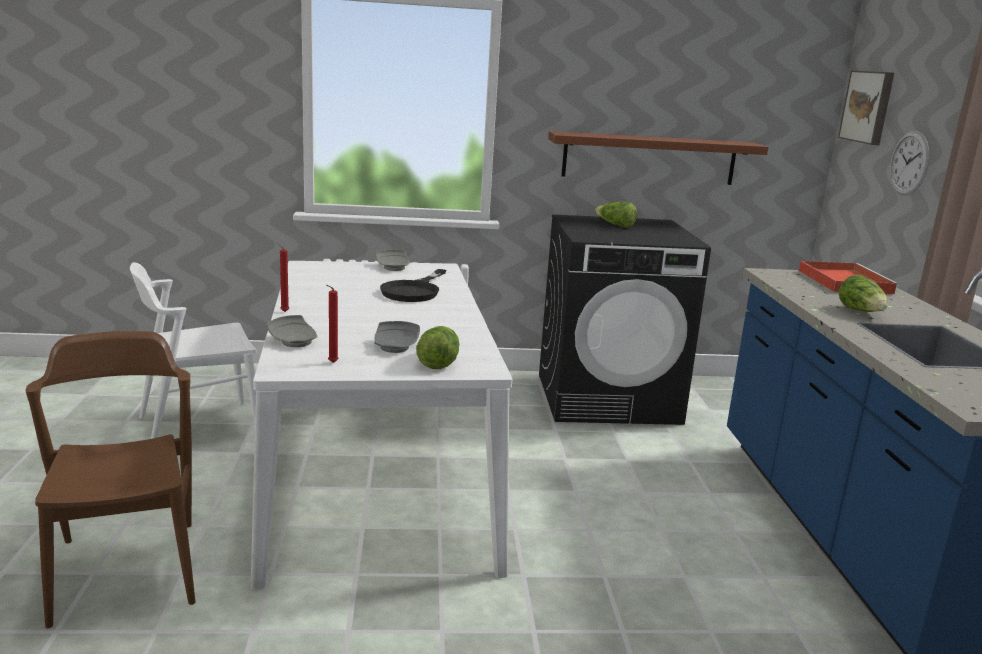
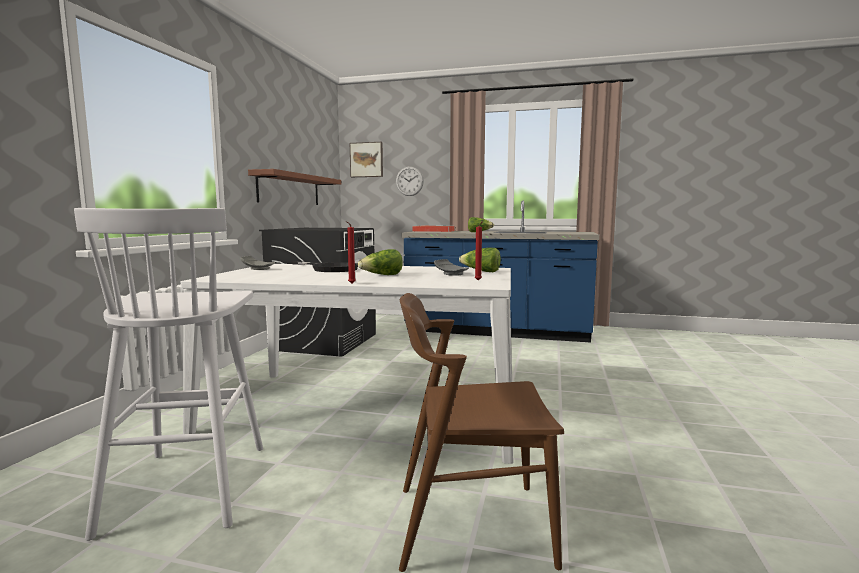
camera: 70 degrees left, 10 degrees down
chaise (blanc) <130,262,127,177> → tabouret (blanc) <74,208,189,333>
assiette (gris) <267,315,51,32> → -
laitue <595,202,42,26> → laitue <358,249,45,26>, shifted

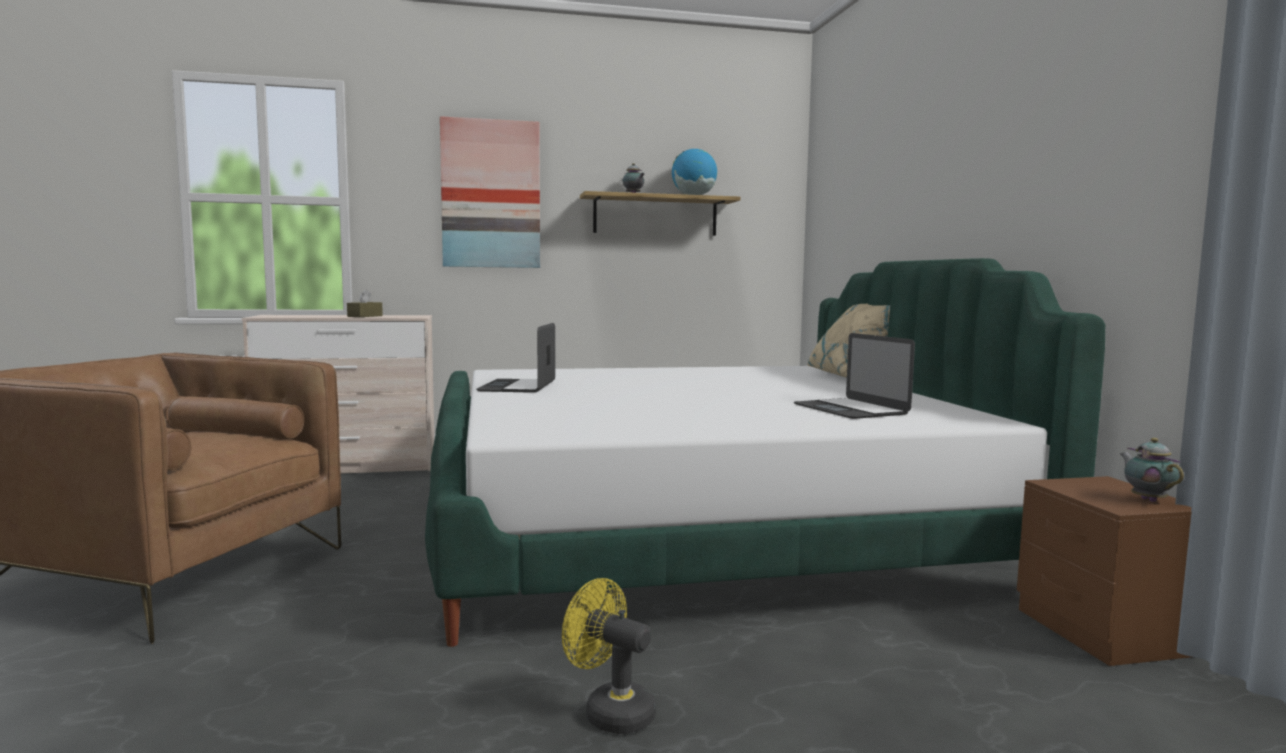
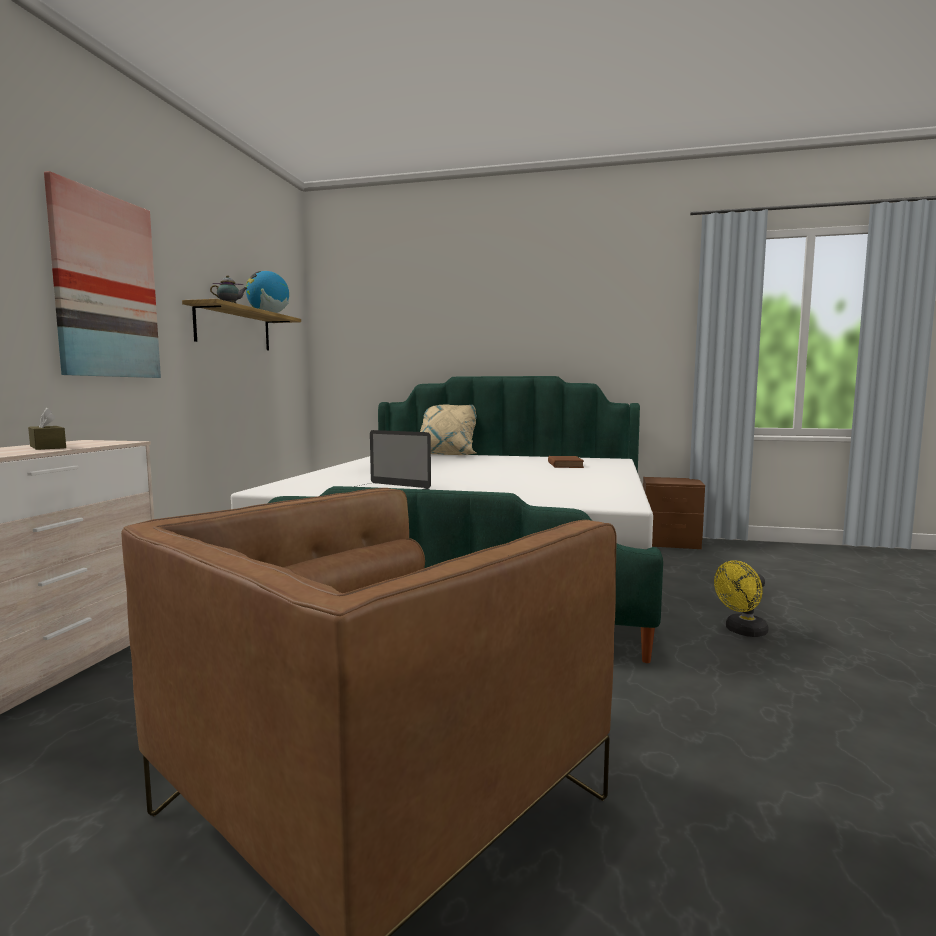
camera: 65 degrees left, 0 degrees up
ordinateur portable <794,333,121,86> → livre (marron) <548,456,36,12>
théière <1120,438,64,64> → -

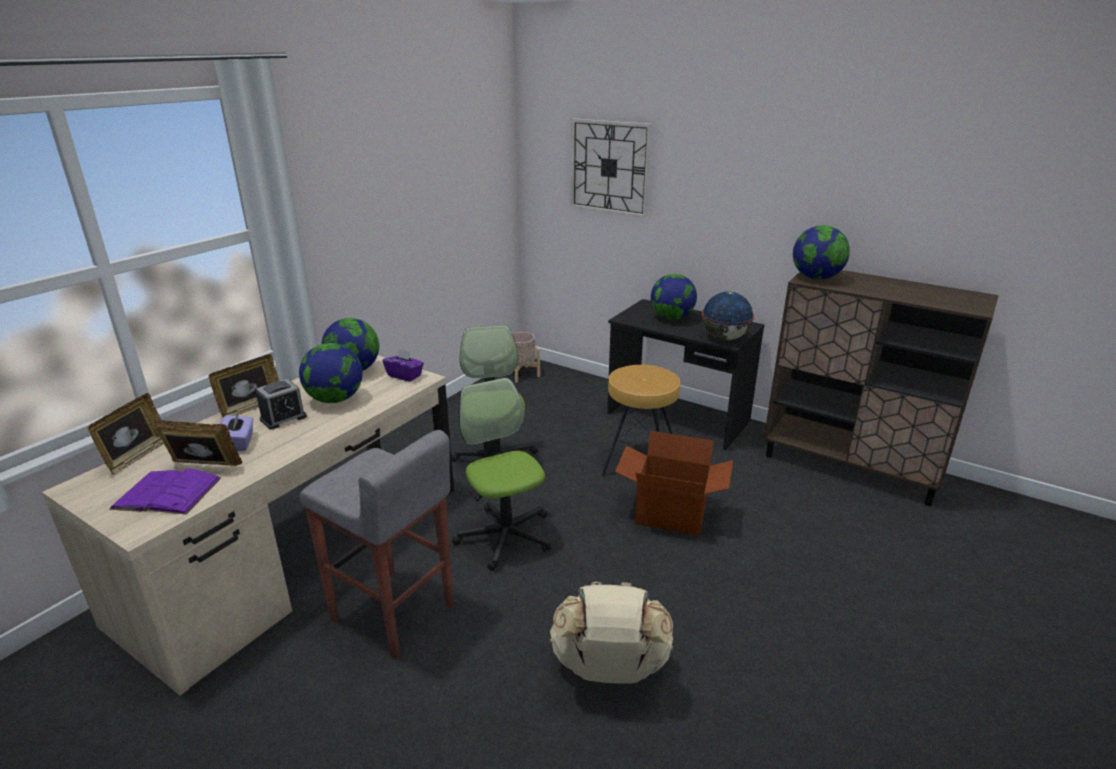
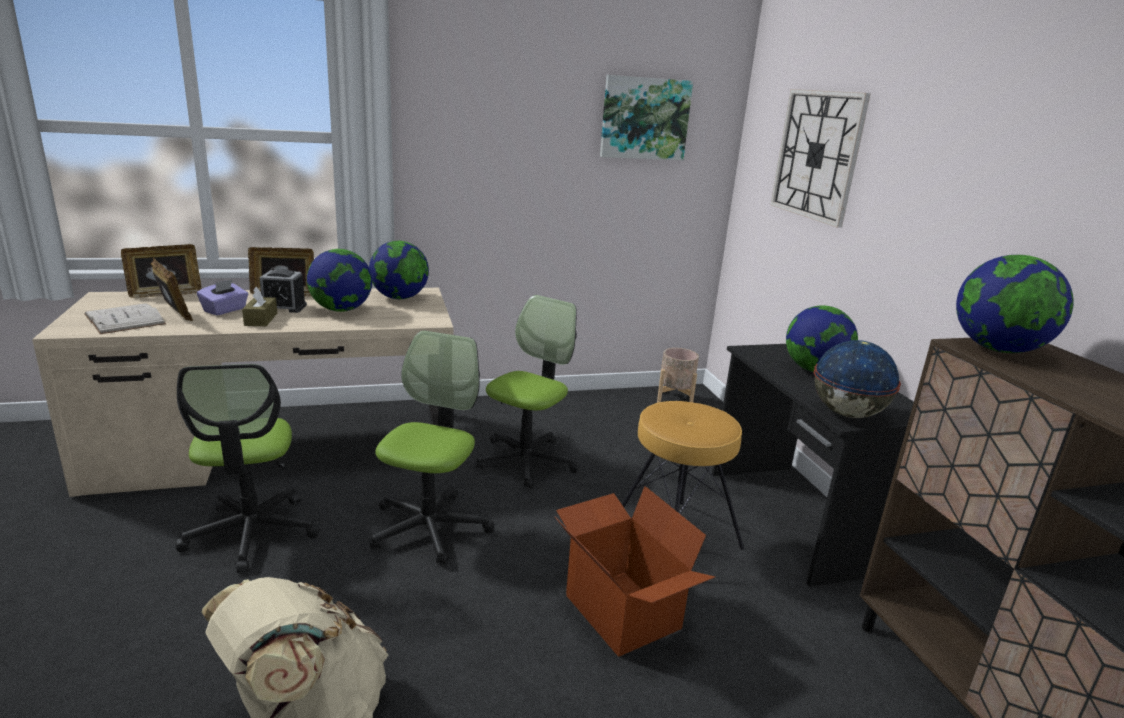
camera: 40 degrees right, 5 degrees down
livre (violet) <109,469,112,46> → livre (blanc) <84,303,82,31>
tabouret (gris) <299,430,155,230> → chaise de bureau <175,364,145,209>
boîte à mouchoirs (violet) <383,348,41,34> → -
- → boîte à mouchoirs (marron) <242,287,35,39>
- → tableau <600,75,93,85>

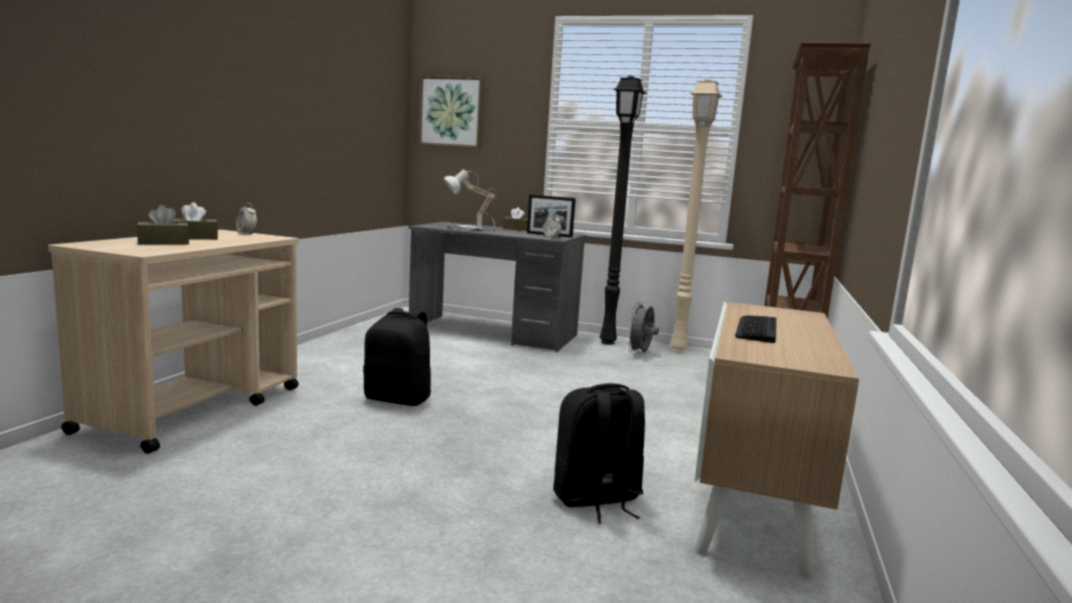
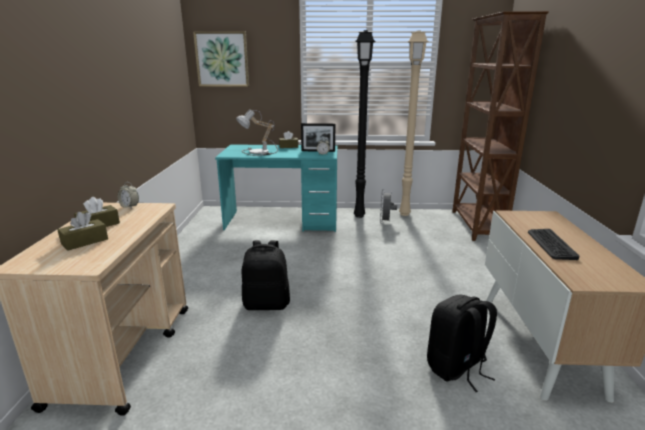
camera: 15 degrees left, 10 degrees up
bureau (gris) <408,222,177,130> → bureau (turquoise) <215,144,122,88>

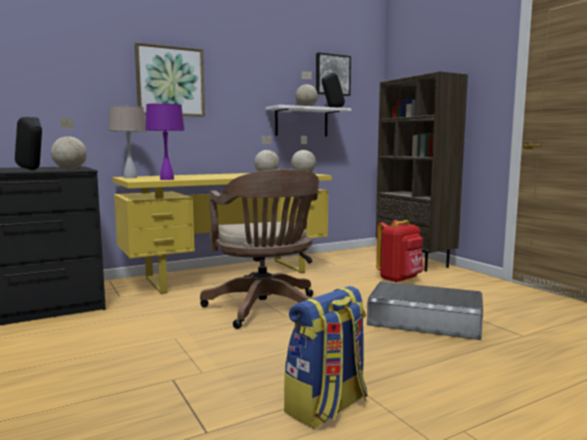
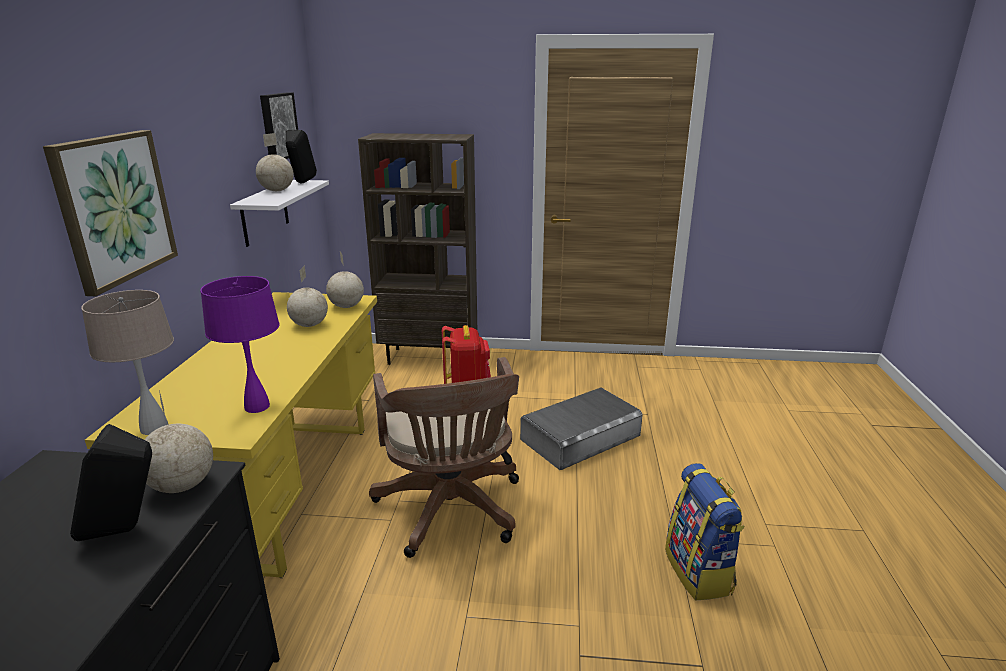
camera: 55 degrees left, 15 degrees up
chaise de bureau (marron) <200,169,119,160> → chaise de bureau (marron) <369,357,150,201>, 60 degrees clockwise

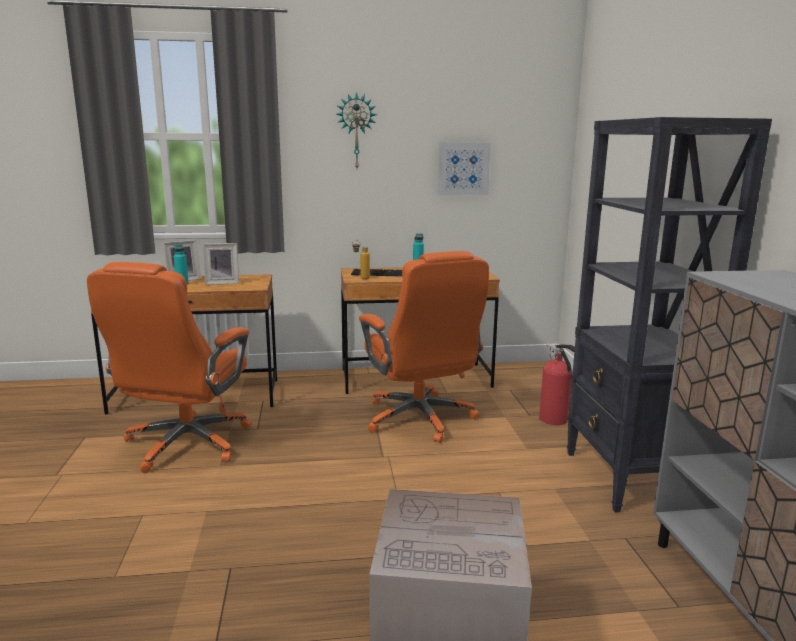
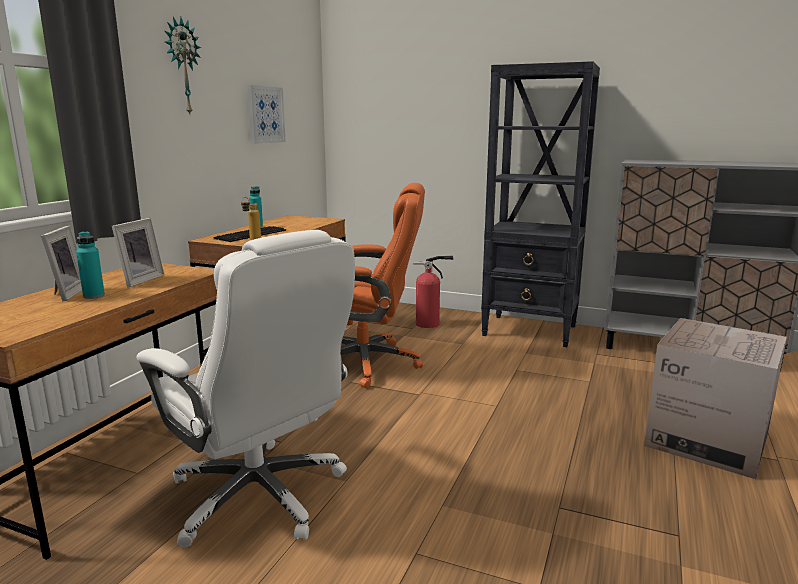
camera: 60 degrees left, 0 degrees up
chaise de bureau (orange) <87,262,165,211> → chaise de bureau (blanc) <137,230,218,317>

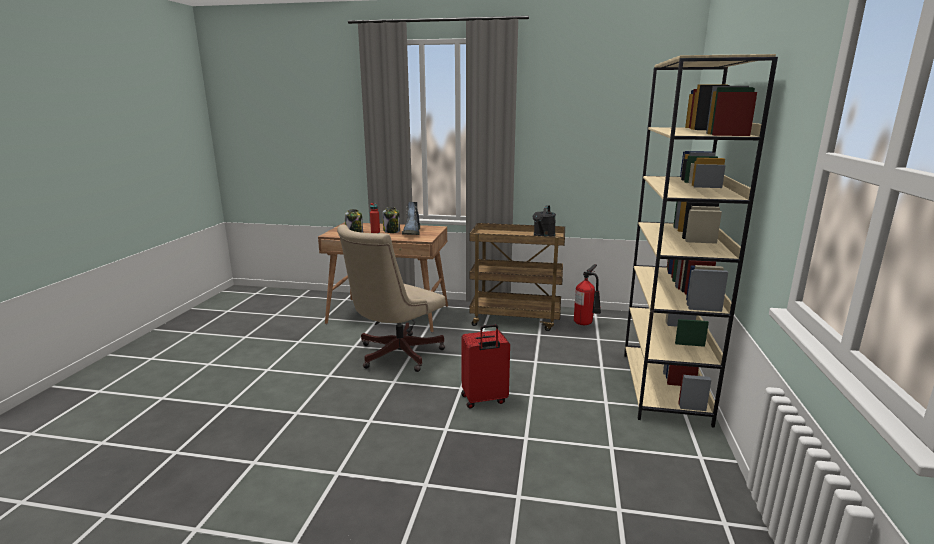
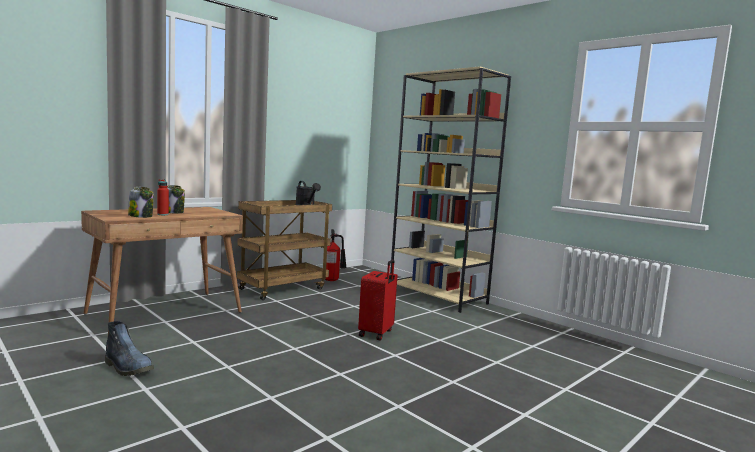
camera: 55 degrees left, 10 degrees down
chaise de bureau (beige) <337,225,109,147> → -
botte <402,202,18,33> → botte <105,321,49,55>, shifted

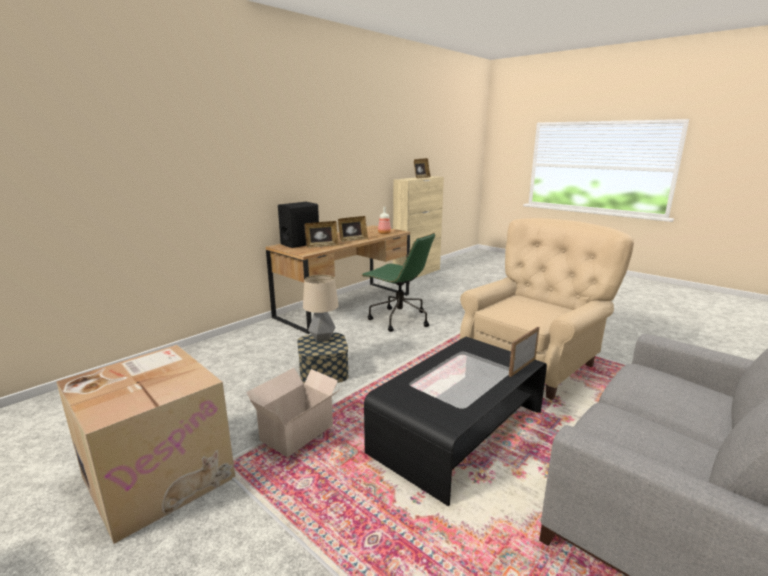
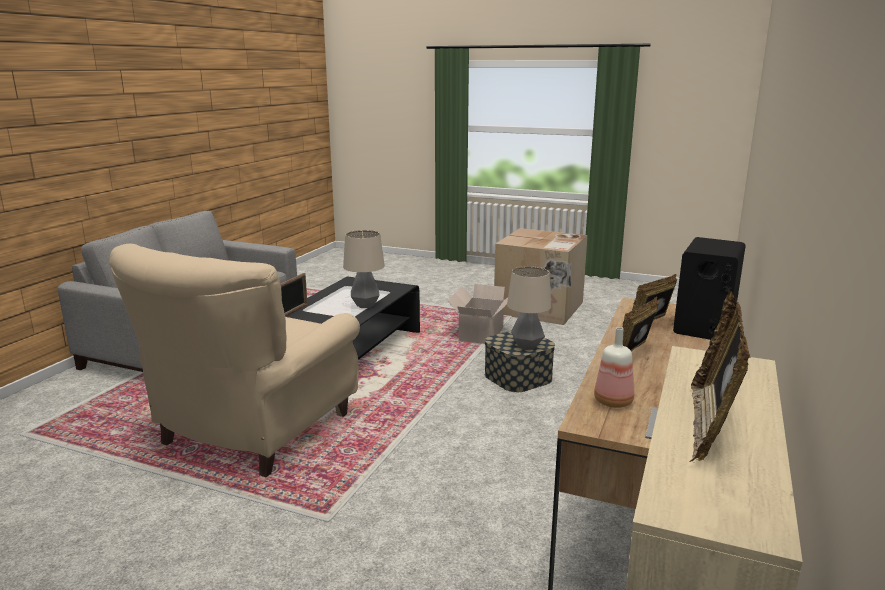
camera: 160 degrees right, 0 degrees up
chaise de bureau (vert) <361,233,74,99> → -
- → lampe de table <343,230,42,78>

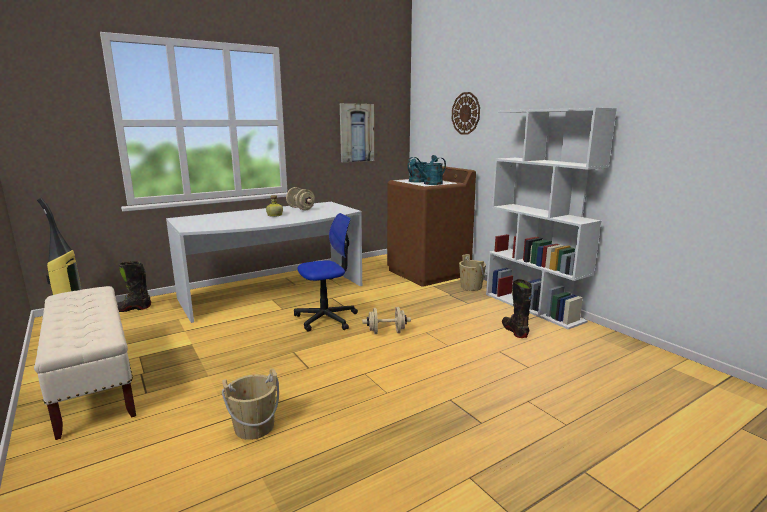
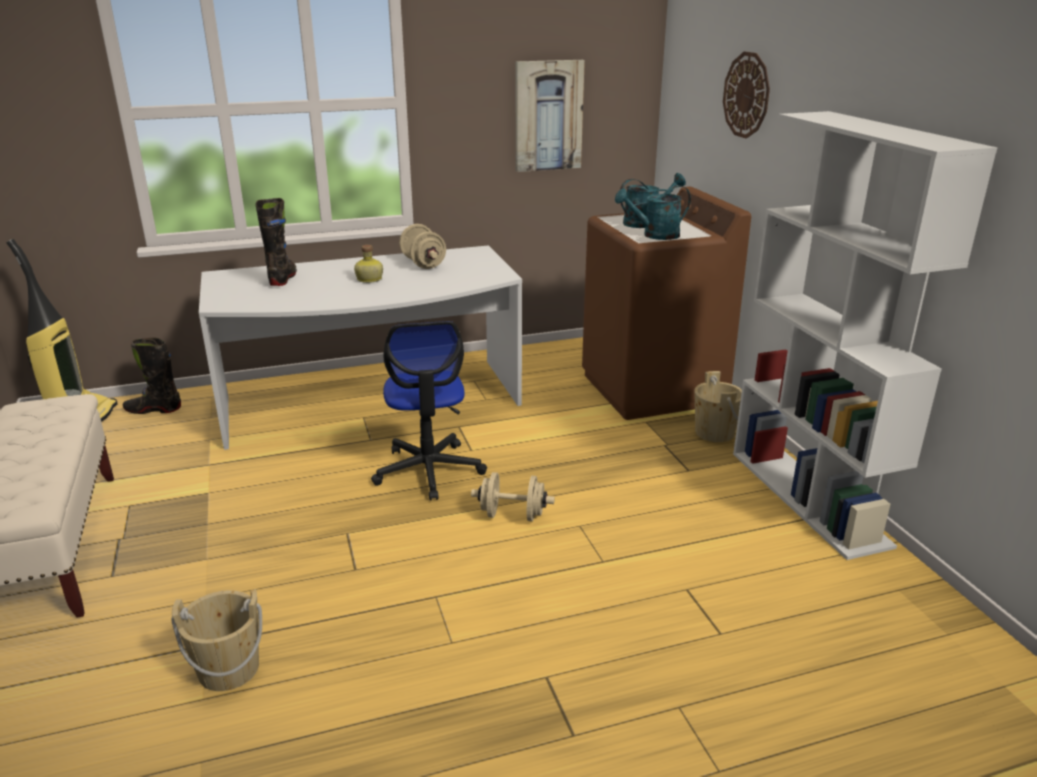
camera: 15 degrees right, 10 degrees up
chaise de bureau <294,213,64,118> → chaise de bureau <371,321,116,180>, 90 degrees clockwise
botte (noir) <502,279,30,59> → botte (noir) <255,198,42,88>, shifted

